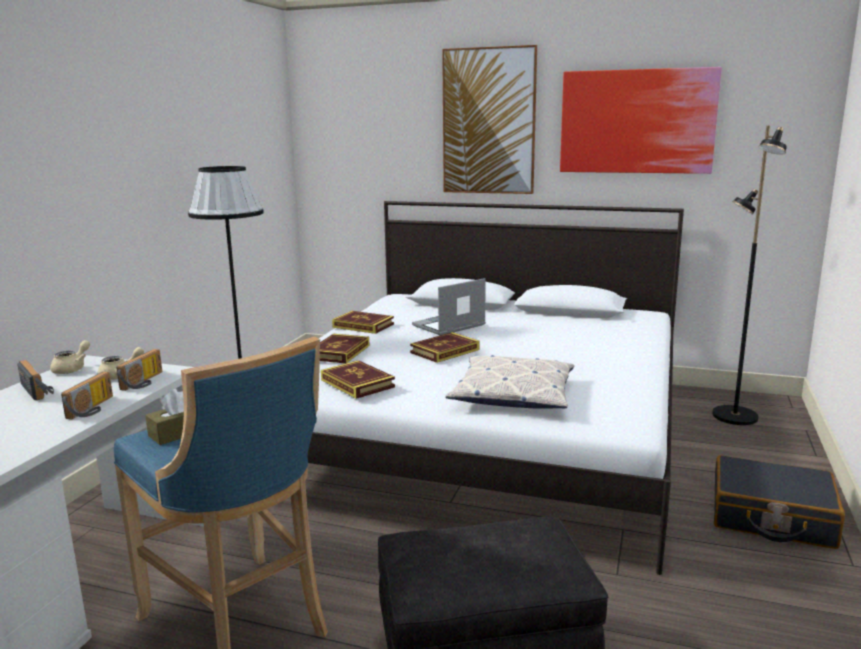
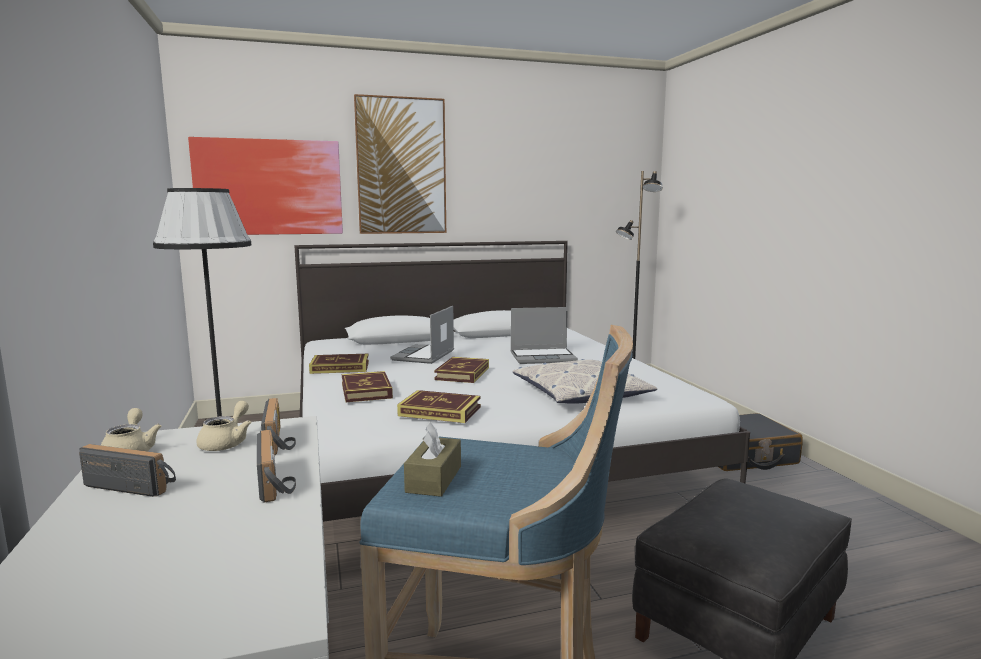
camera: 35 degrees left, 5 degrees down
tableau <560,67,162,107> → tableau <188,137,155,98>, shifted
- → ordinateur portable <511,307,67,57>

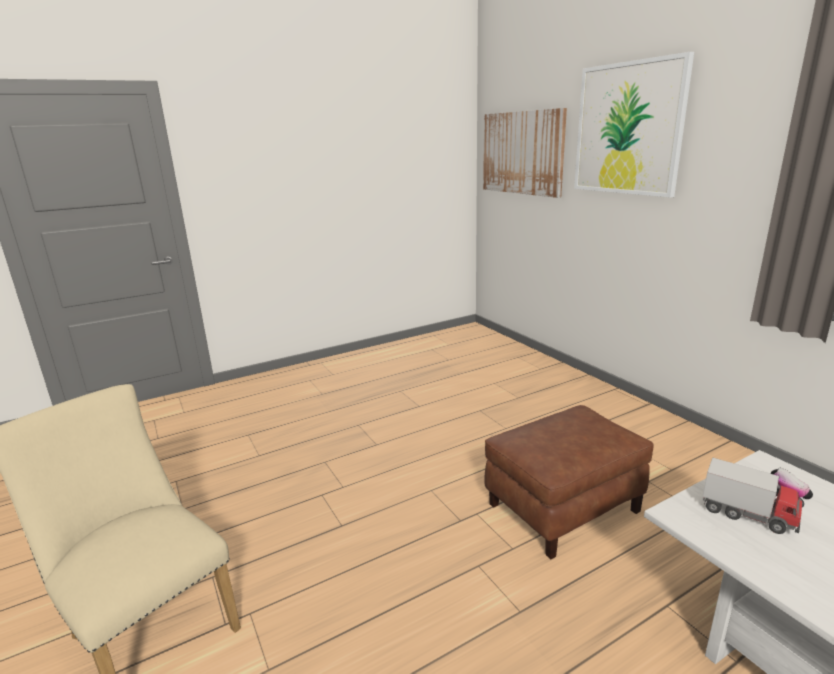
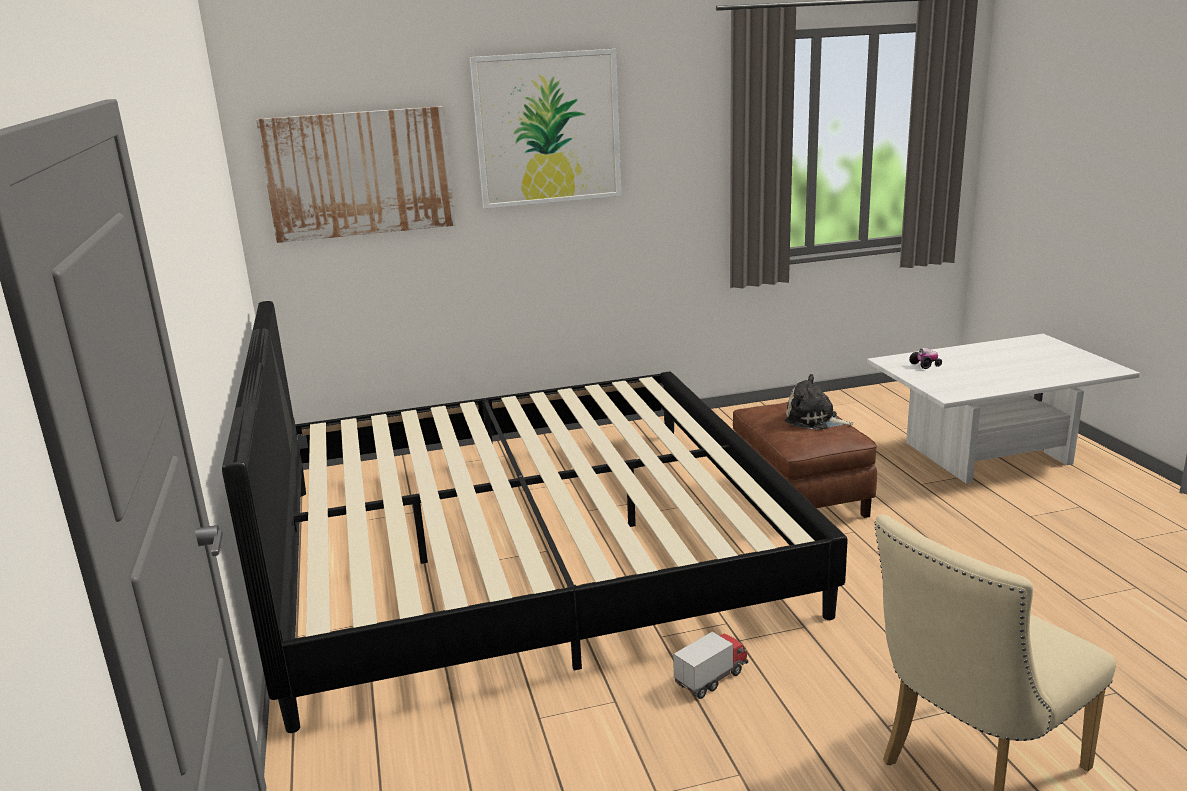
camera: 75 degrees left, 0 degrees up
camion jouet <703,458,99,76> → camion jouet <673,631,75,68>, shifted
- → lit <222,301,626,432>
- → peluche <785,374,69,56>

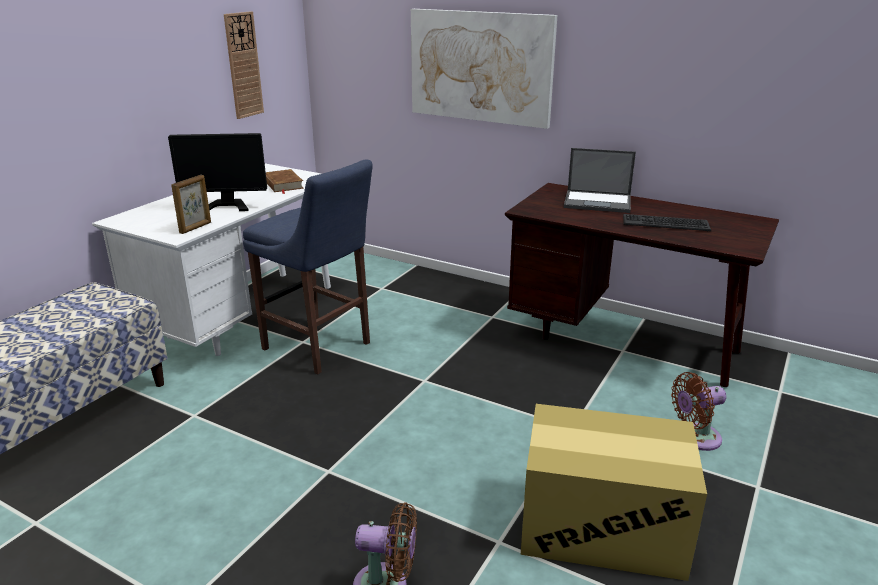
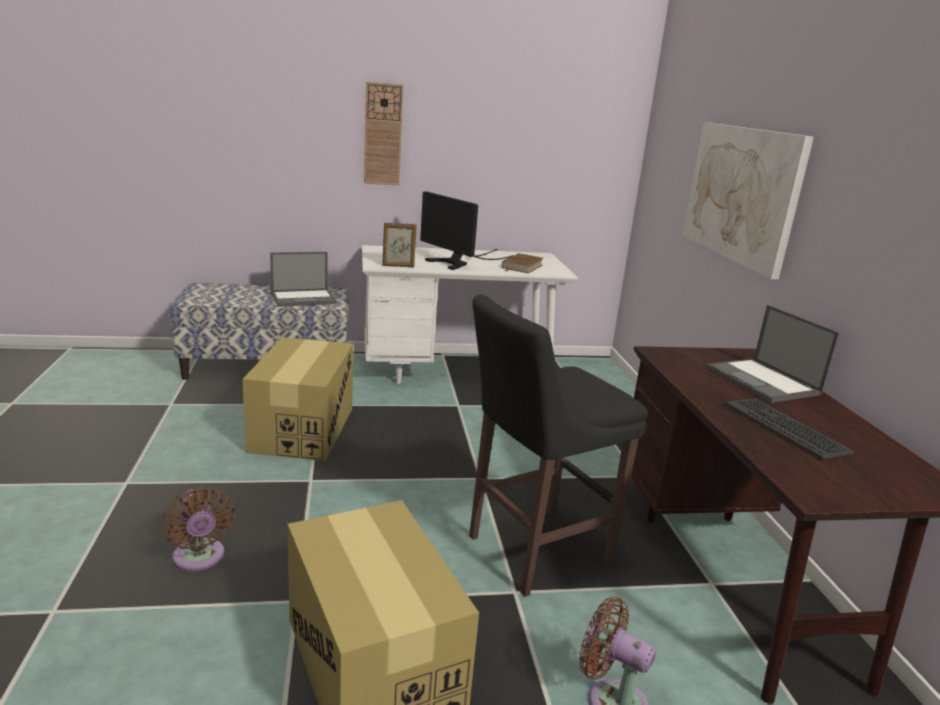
camera: 50 degrees right, 5 degrees down
horloge murale <224,11,40,108> → horloge murale <364,82,40,103>, shifted
tabouret (bleu) <243,159,130,215> → -
- → carton <242,337,111,124>
- → ordinateur portable <270,252,67,55>
- → tabouret (noir) <469,295,179,302>

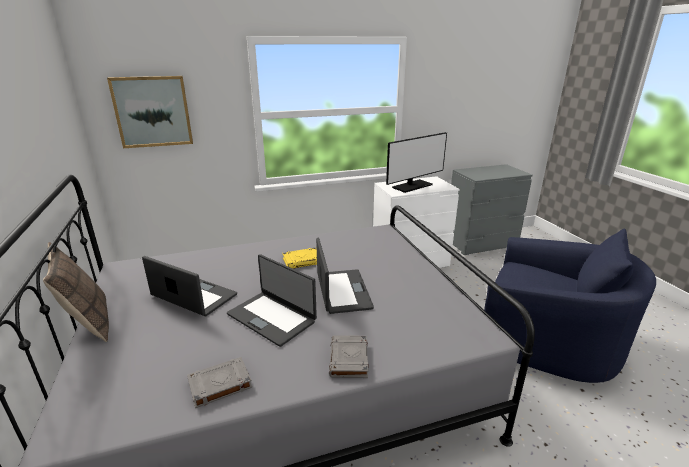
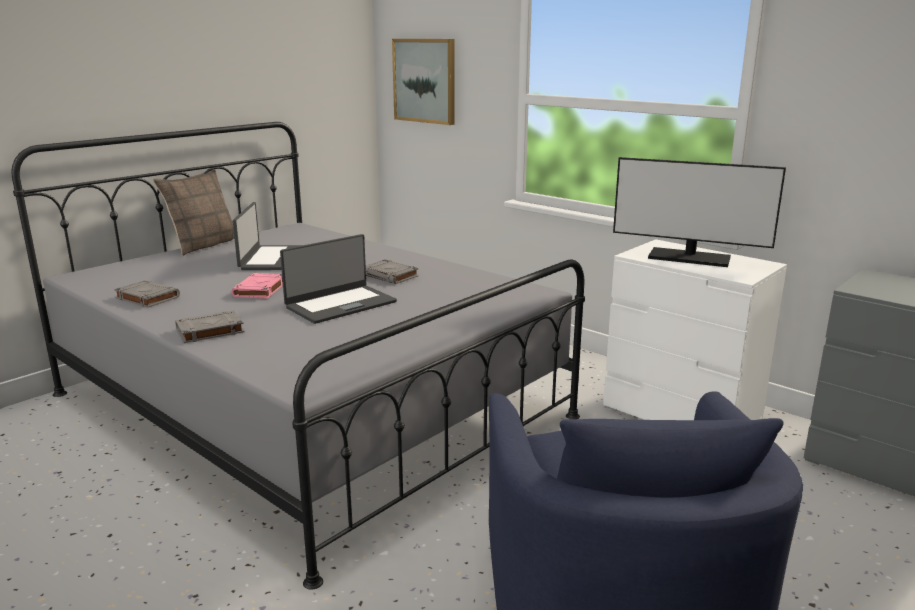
camera: 60 degrees right, 5 degrees down
ordinateur portable <227,254,90,93> → livre (rose) <231,273,52,26>
livre (jaune) <282,247,35,22> → livre (gris) <366,260,53,24>

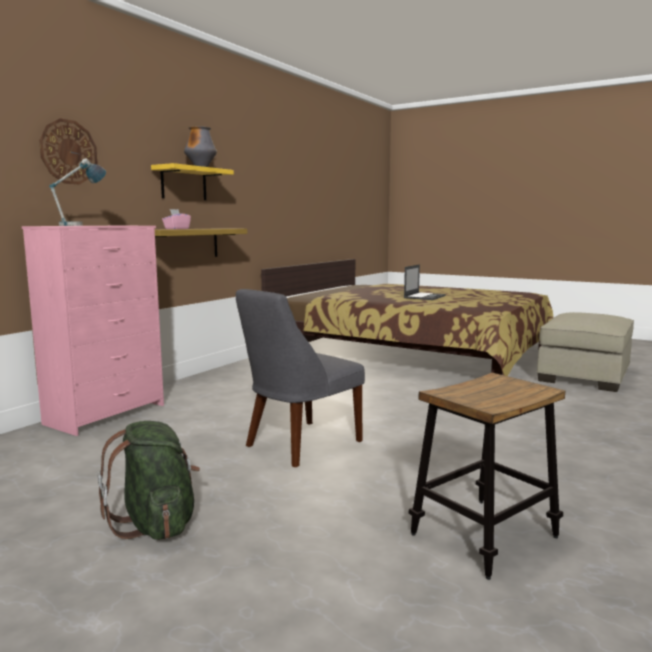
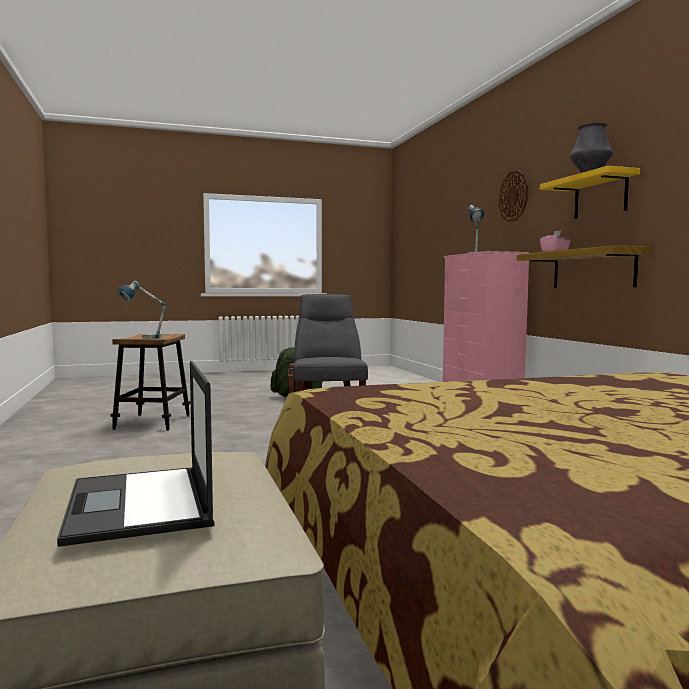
camera: 130 degrees right, 5 degrees down
ordinateur portable <404,264,42,36> → ordinateur portable <57,361,157,186>, shifted
- → lampe de table <117,281,50,58>

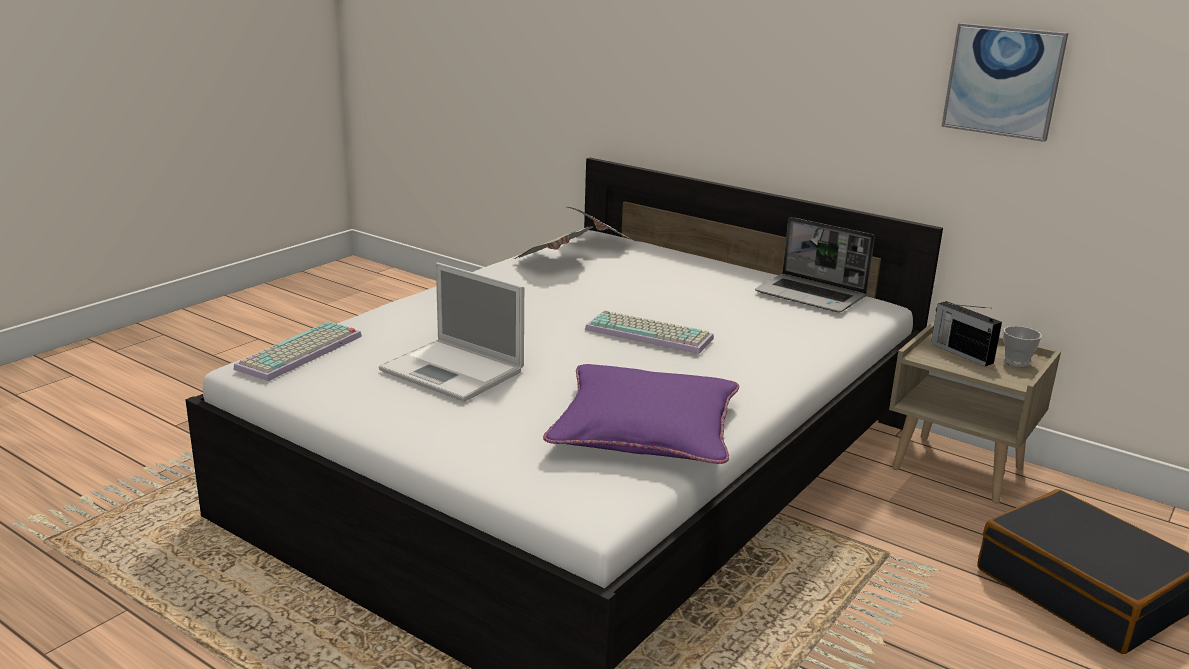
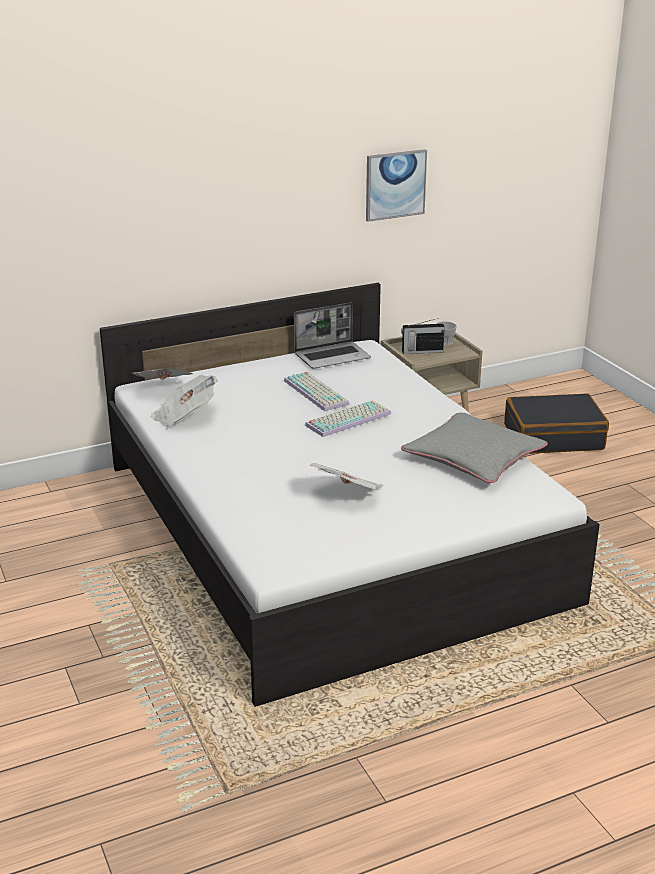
camera: 60 degrees left, 5 degrees up
clavier <233,321,129,60> → clavier <284,372,66,39>, shifted
ordinateur portable <379,263,145,139> → journal <310,463,74,27>
coussin (violet) <543,364,196,100> → coussin (gris) <401,413,147,70>

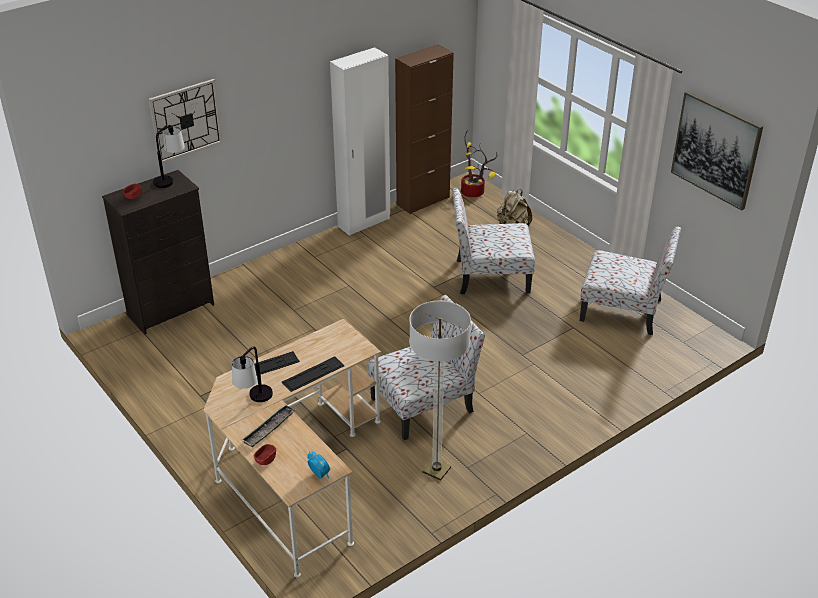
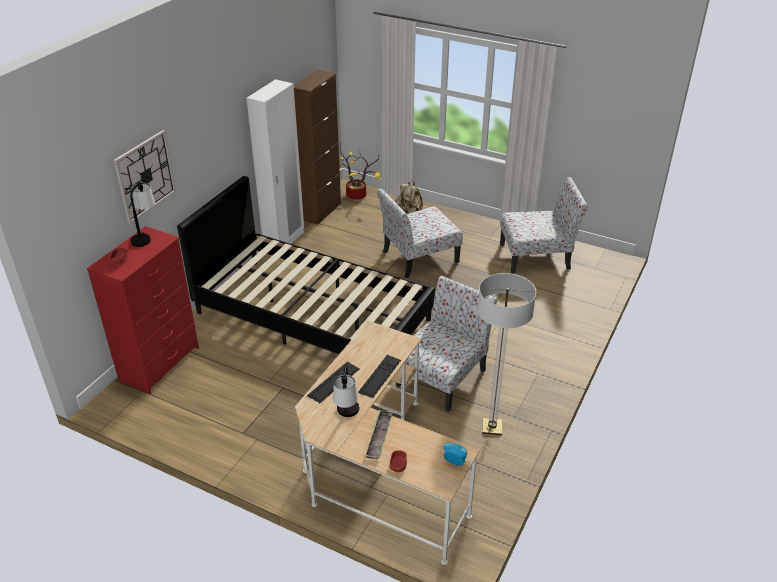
camera: 25 degrees left, 0 degrees up
commode (noir) <102,170,112,164> → commode (rouge) <87,226,112,168>
tableau <671,91,92,120> → -
- → lit (noir) <177,176,258,178>

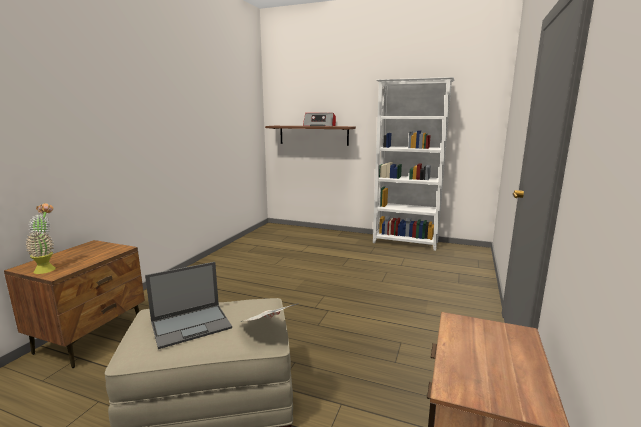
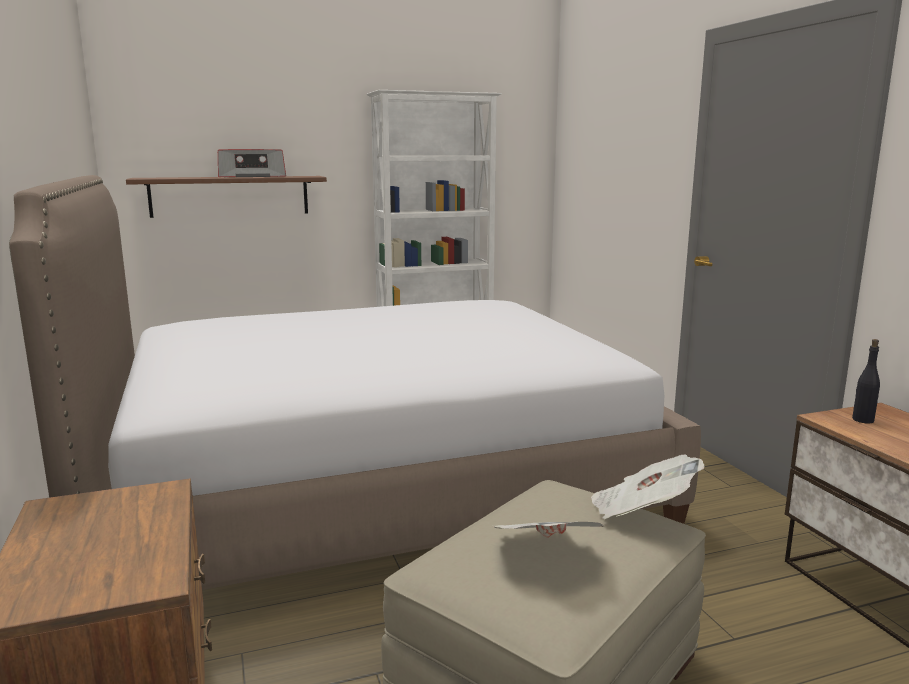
camera: 40 degrees left, 0 degrees up
plante en pot <25,203,31,71> → -
ordinateur portable <145,262,87,87> → journal <494,522,110,16>
- → lit <9,175,692,415>
- → bouteille (noir) <852,339,28,84>

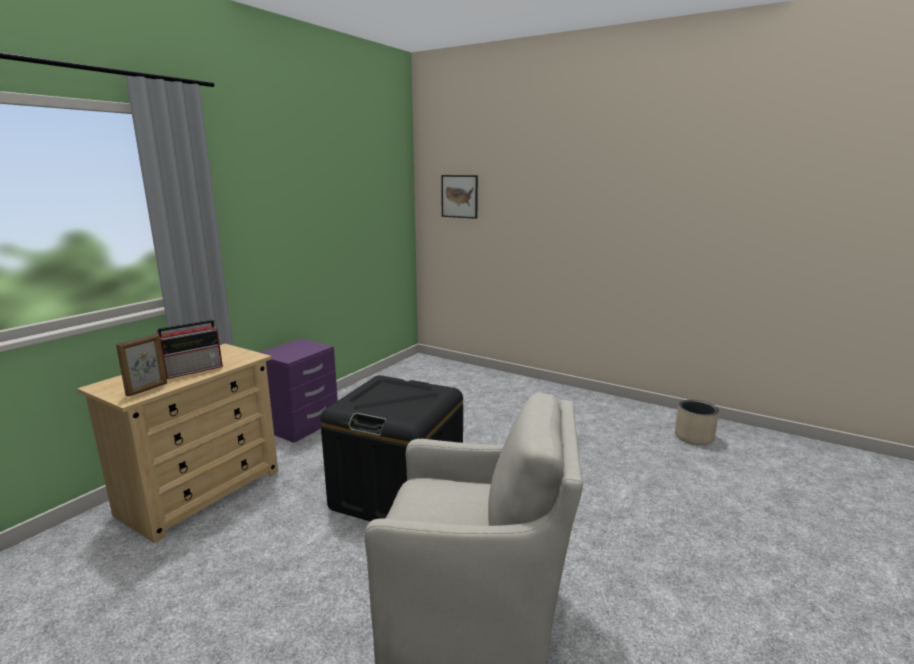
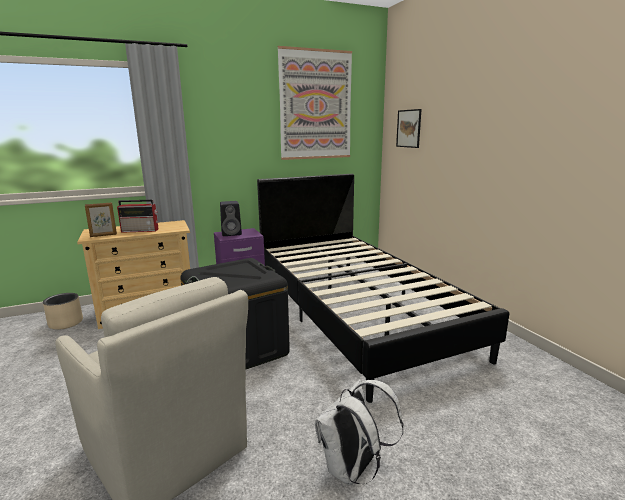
camera: 35 degrees right, 0 degrees up
cache-pot (beige) <675,400,44,45> → cache-pot (beige) <43,293,40,37>, shifted
- → enceinte (noir) <220,201,22,35>
- → lit (noir) <257,174,252,229>
- → tableau <278,46,74,114>
- → sac à dos (blanc) <315,379,88,106>

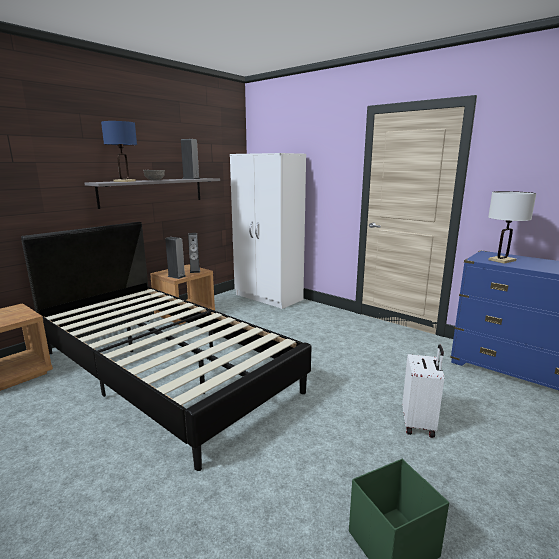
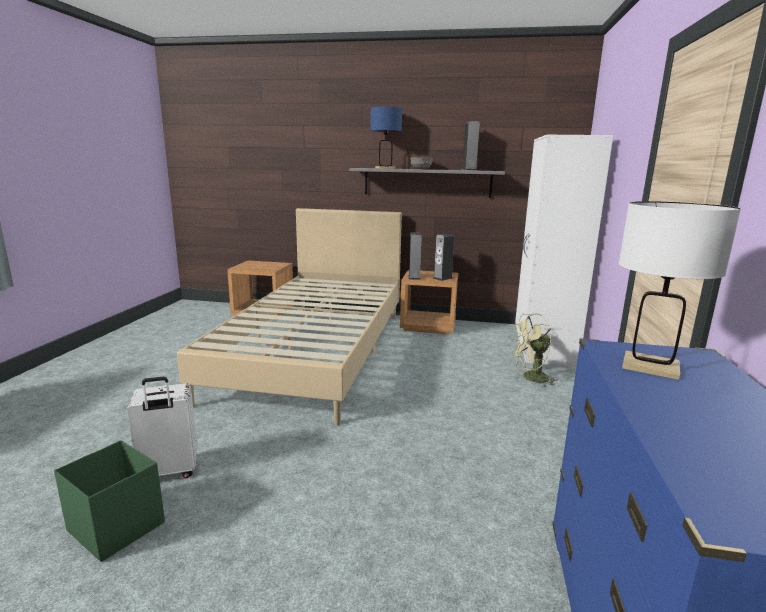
camera: 60 degrees right, 0 degrees up
lit (noir) <21,222,291,249> → lit (beige) <177,208,225,217>
valise (blanc) <402,345,42,93> → valise (blanc) <127,377,70,101>, shifted
- → ventilateur (vert) <509,313,49,74>

